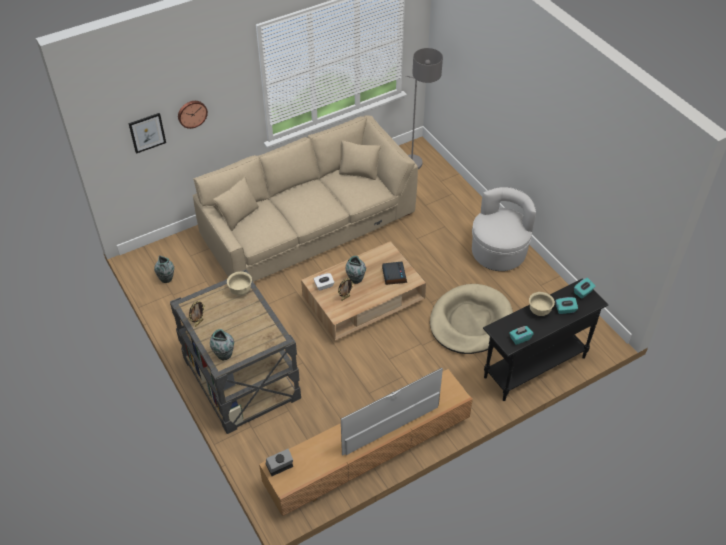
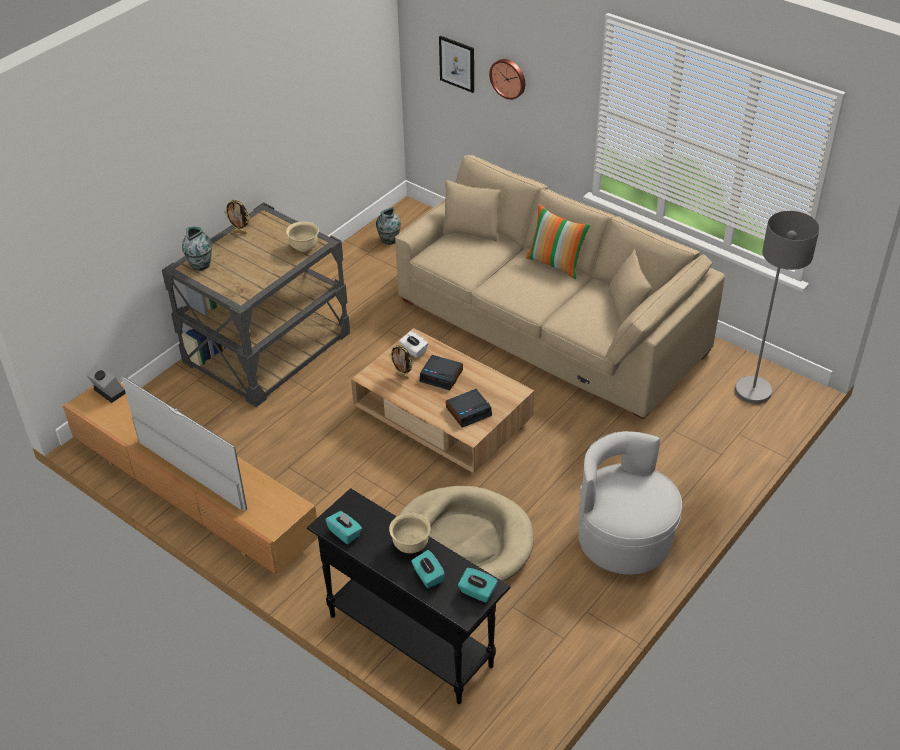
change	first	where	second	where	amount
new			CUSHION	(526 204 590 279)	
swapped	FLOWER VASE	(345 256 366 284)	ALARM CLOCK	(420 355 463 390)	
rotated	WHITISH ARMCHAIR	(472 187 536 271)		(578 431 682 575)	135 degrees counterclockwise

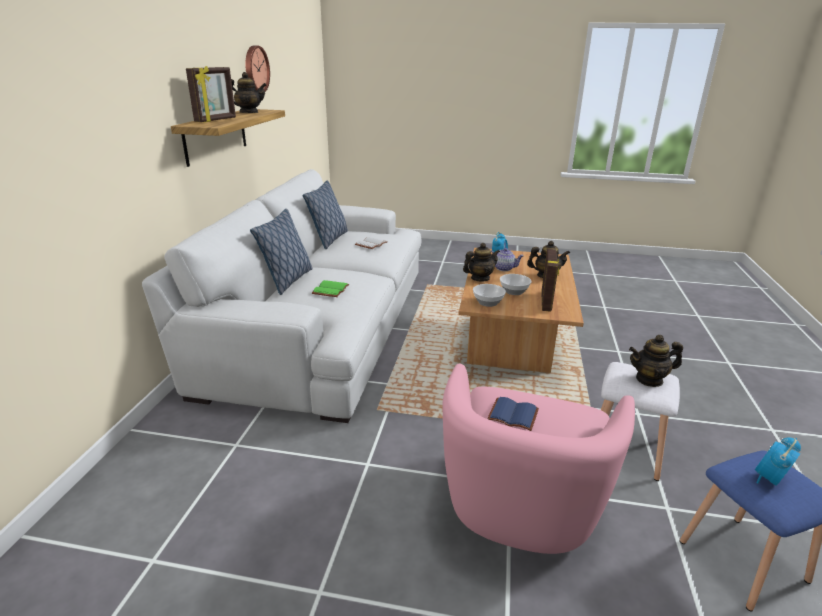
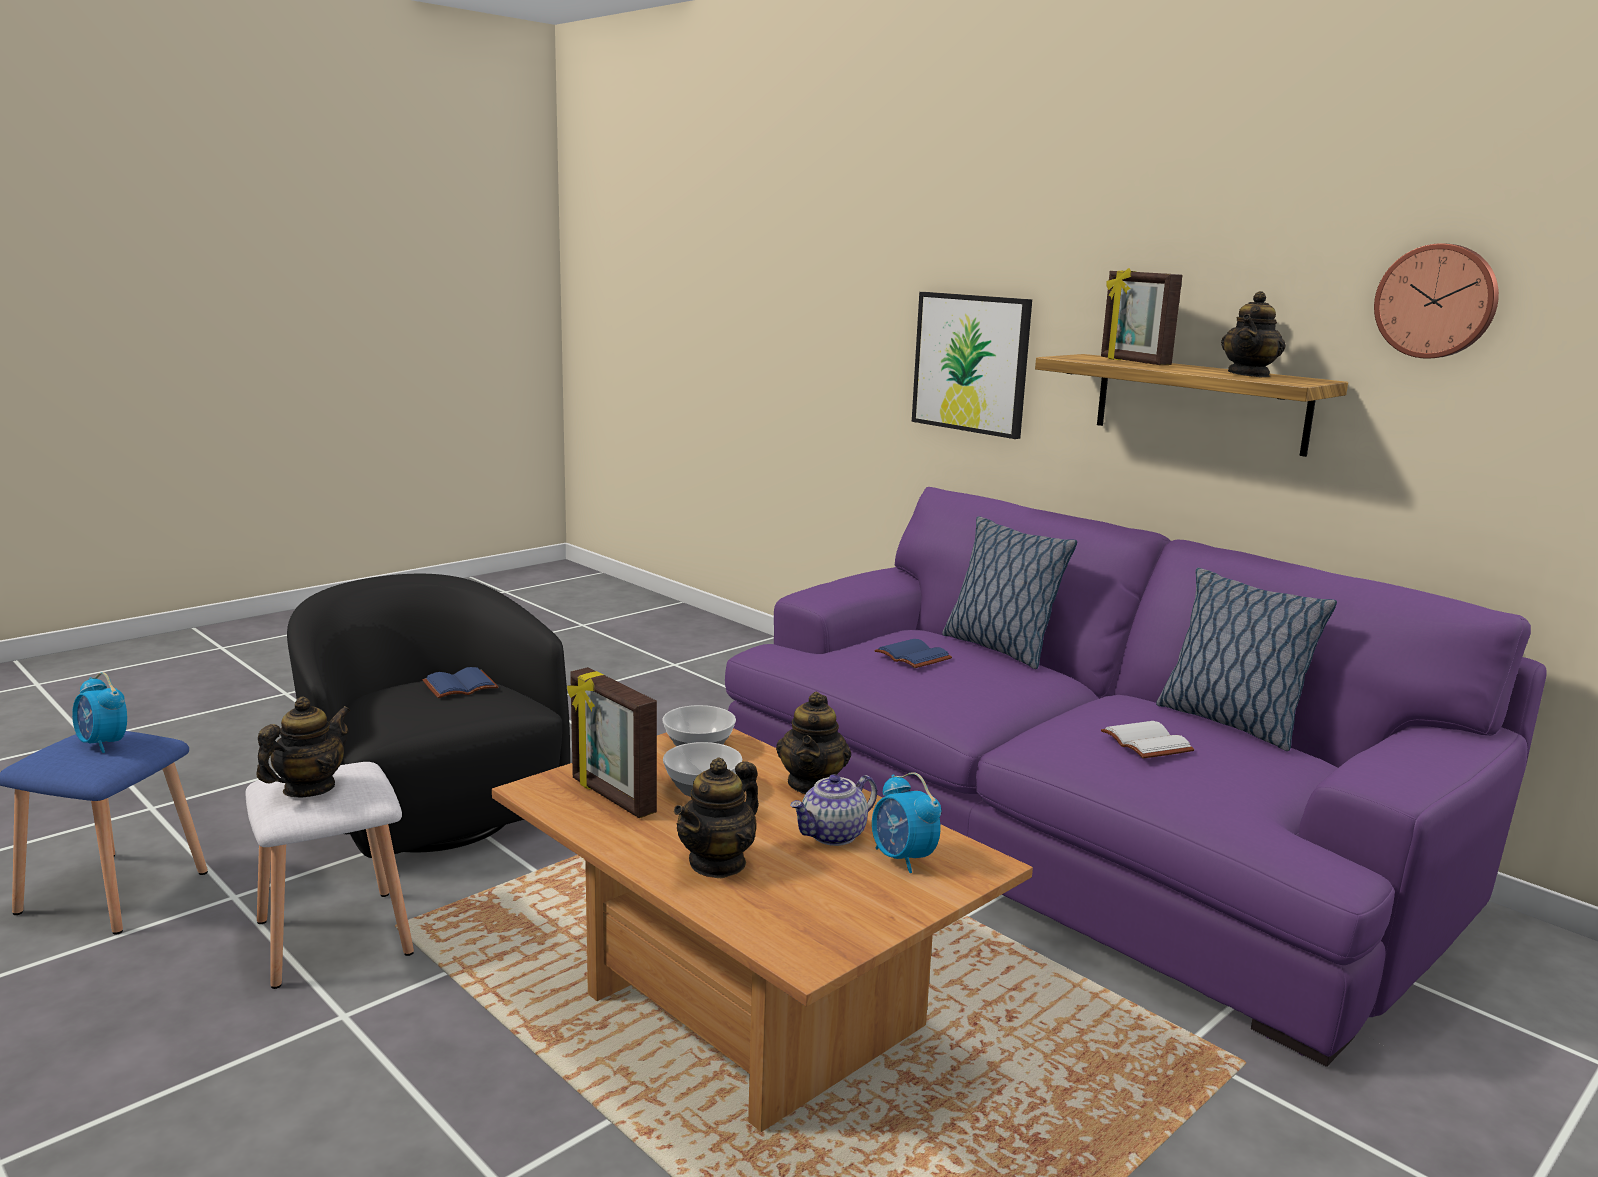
change	first	where	second	where	amount
new			WALL PICTURE	(912 292 1032 439)	
repainted	WHITISH SETTEE	(142 169 421 423)	PURPLE-COLOURED SETTEE	(725 487 1547 1067)	
repainted	GREEN-COLOURED VOLUME	(312 280 349 297)	BLUE-COLOURED VOLUME	(874 639 952 668)	
repainted	PINKISH ARMCHAIR	(442 364 635 554)	BLACK-COLOURED ARMCHAIR	(287 574 570 858)	
rotated	ALARM CLOCK	(755 438 801 486)		(72 672 127 753)	135 degrees clockwise

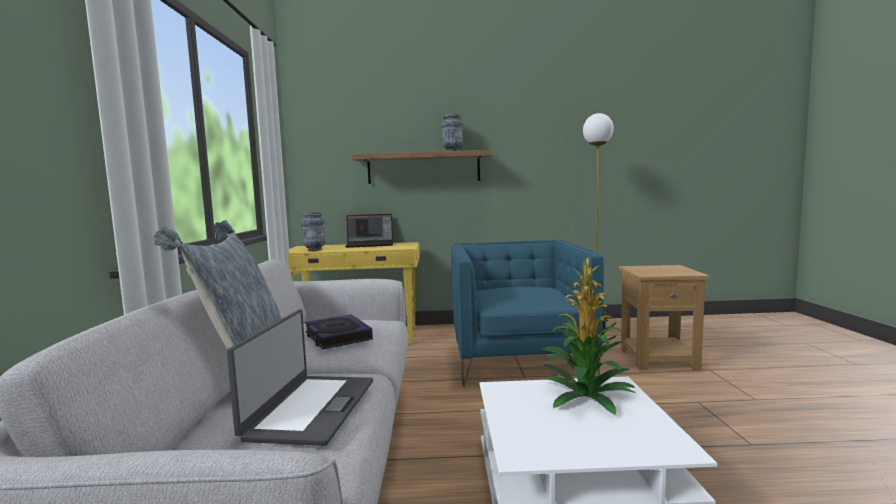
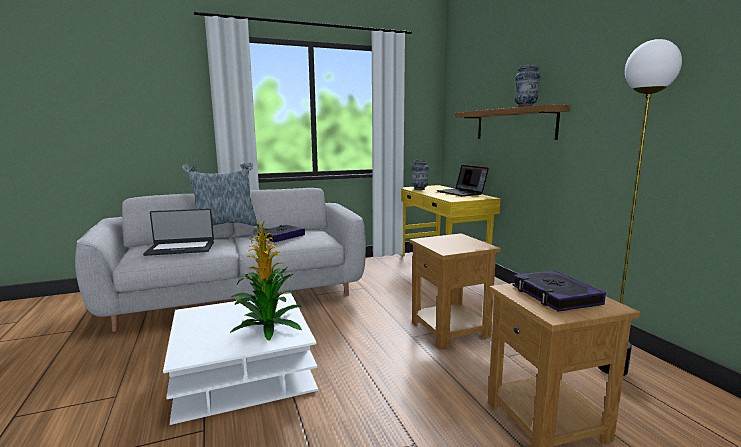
change	first	where	second	where	amount
new			VOLUME	(513 270 606 311)	
swapped	BLUE-COLOURED ARMCHAIR	(451 240 604 387)	BROWNISH SIDE TABLE	(410 233 501 348)	

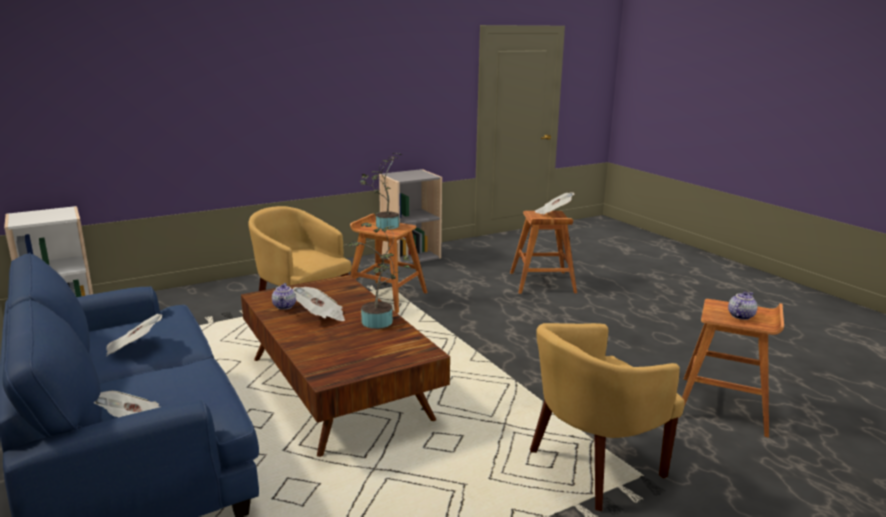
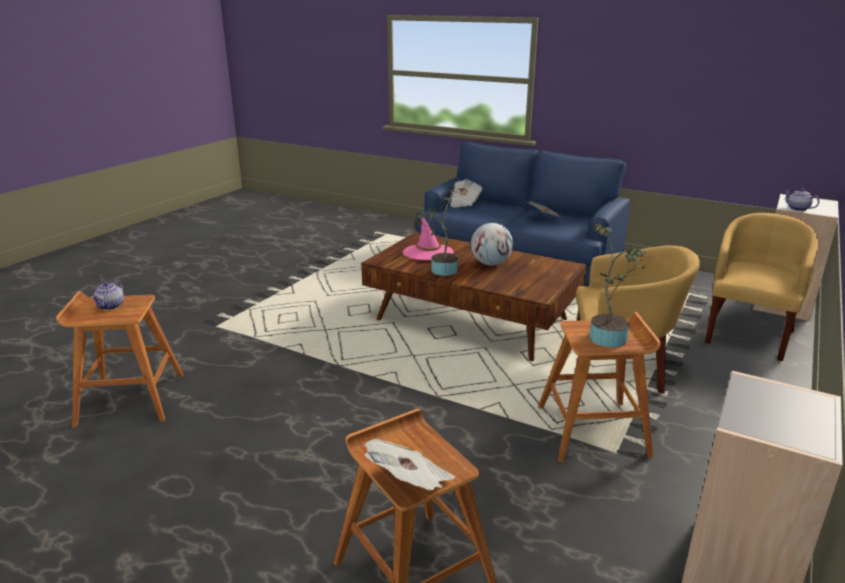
change	first	where	second	where	amount
new			PINKISH WEARABLE HAT	(403 217 454 260)	
shifted	TEAPOT	(272 283 296 310)		(784 189 819 211)	
shifted	YELLOW-COLOURED ARMCHAIR	(530 323 685 511)		(705 213 818 361)	
swapped	PRINTED PAPER	(293 287 345 321)	WORLD GLOBE	(471 223 513 266)	

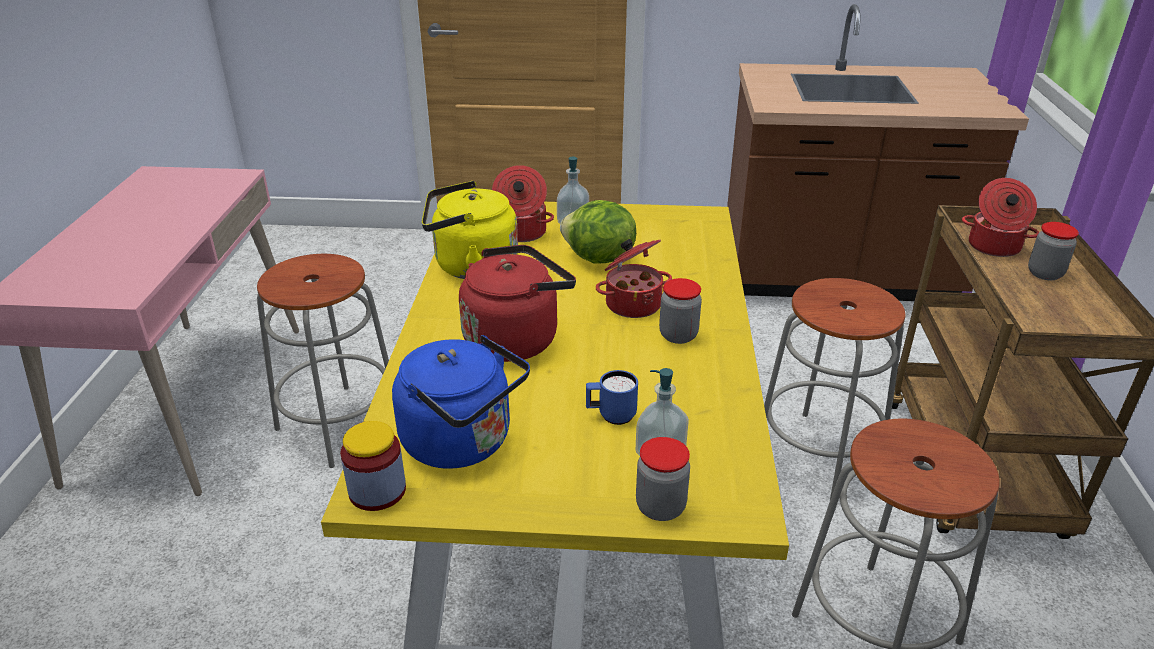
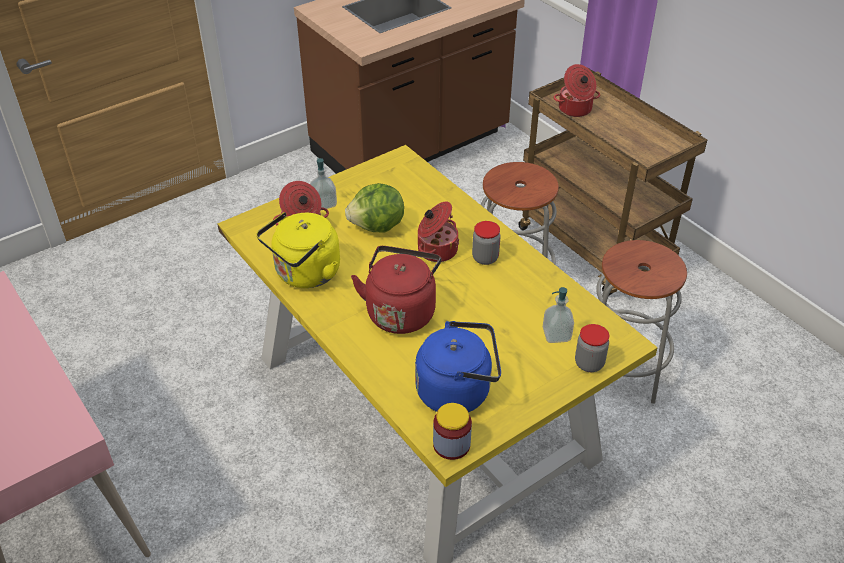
change	first	where	second	where	amount
gone	GREY SITTING STOOL	(257 254 389 468)			
gone	BLUE-COLOURED MUG	(586 370 638 425)			
gone	STORAGE JAR	(1028 222 1079 280)			

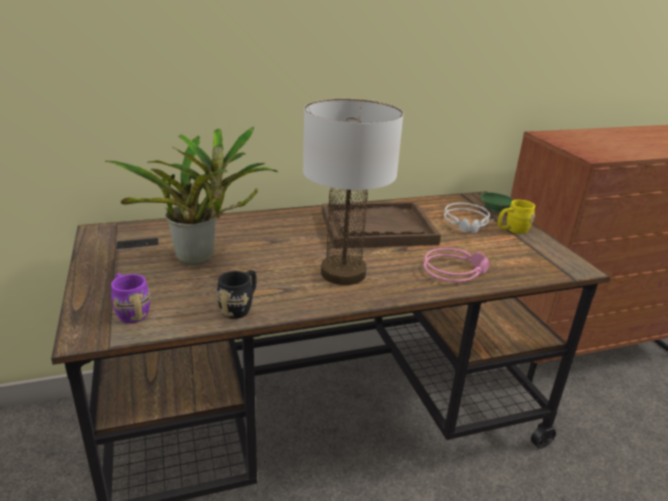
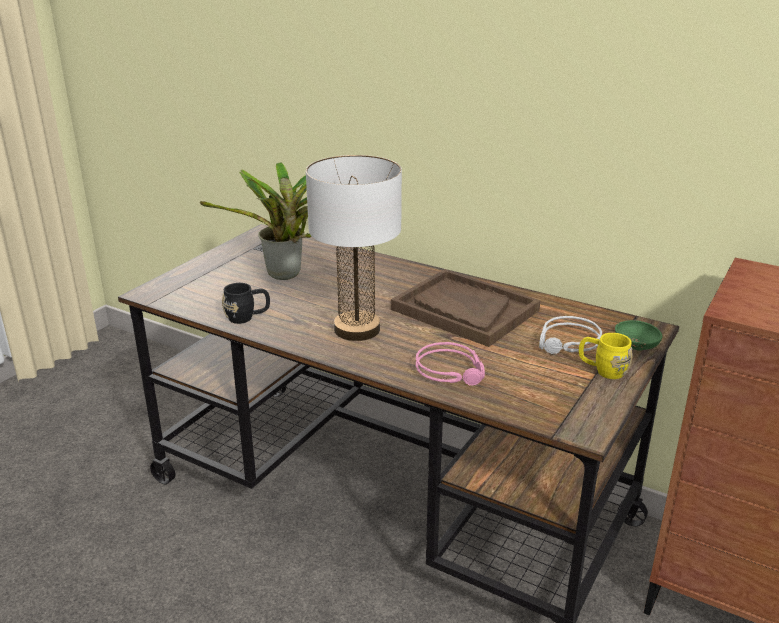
change	first	where	second	where	amount
gone	PURPLE-COLOURED MUG	(111 273 151 323)			

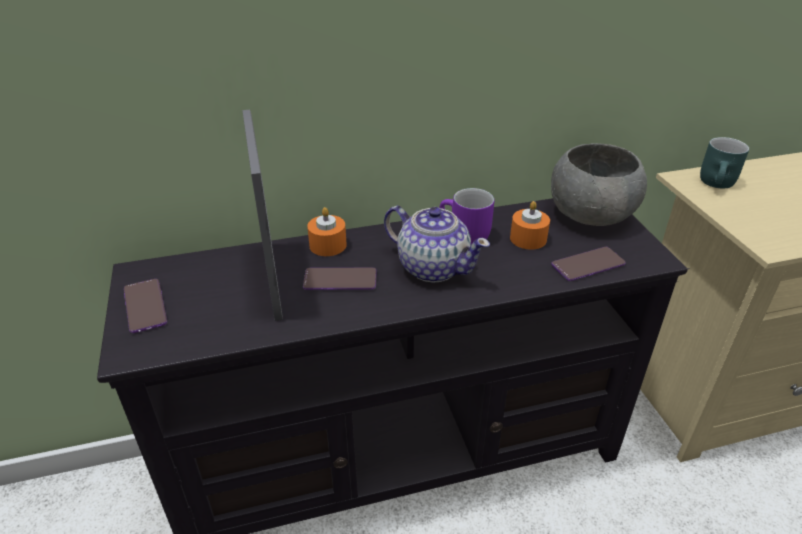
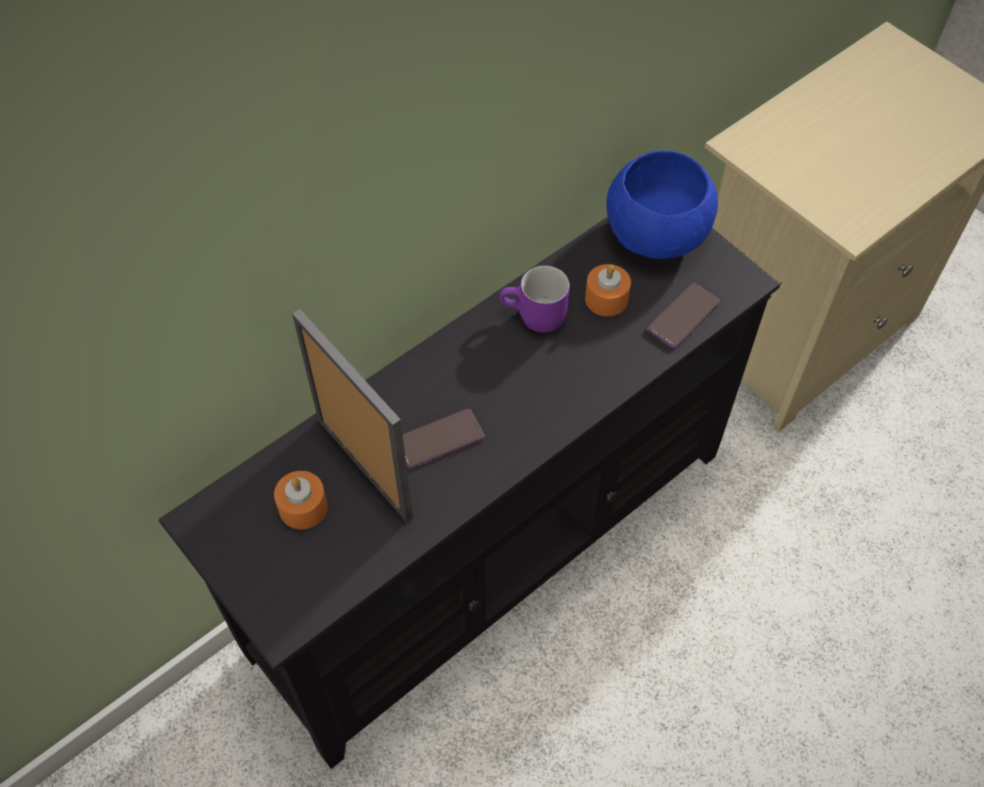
change	first	where	second	where	amount
gone	TELEPHONE	(124 279 167 333)			
gone	TEAPOT	(384 206 490 283)			
gone	TURQUOISE MUG	(700 137 749 189)			
shifted	ORANGE-COLOURED WAX CANDLE	(307 207 347 256)		(274 471 328 529)	
repainted	GREY BOWL	(551 143 647 226)	BLUE-COLOURED BOWL	(606 150 718 259)	

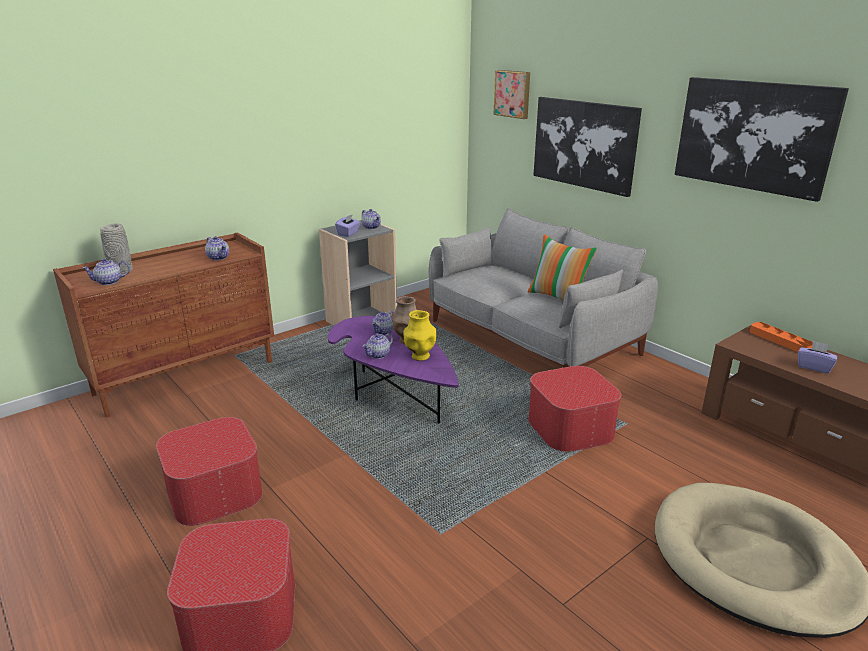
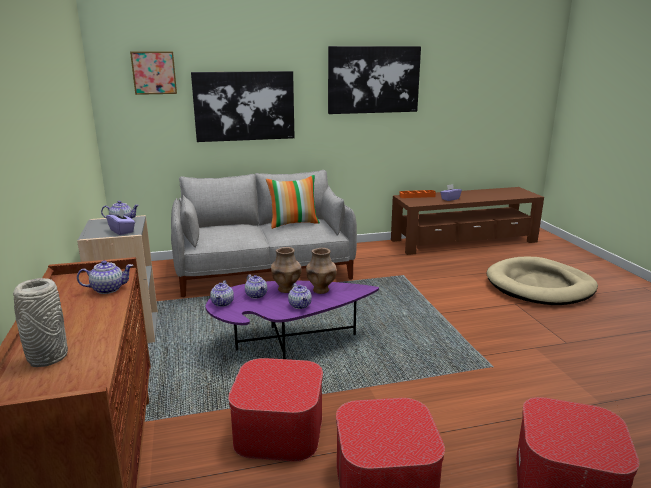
change	first	where	second	where	amount
shifted	TEAPOT	(82 259 130 285)		(210 280 234 307)	
shifted	FOOTREST	(529 366 621 452)		(228 358 323 462)	
repainted	YELLOW-COLOURED FLOWER VASE	(403 310 437 361)	BROWNISH FLOWER VASE	(306 248 337 294)	

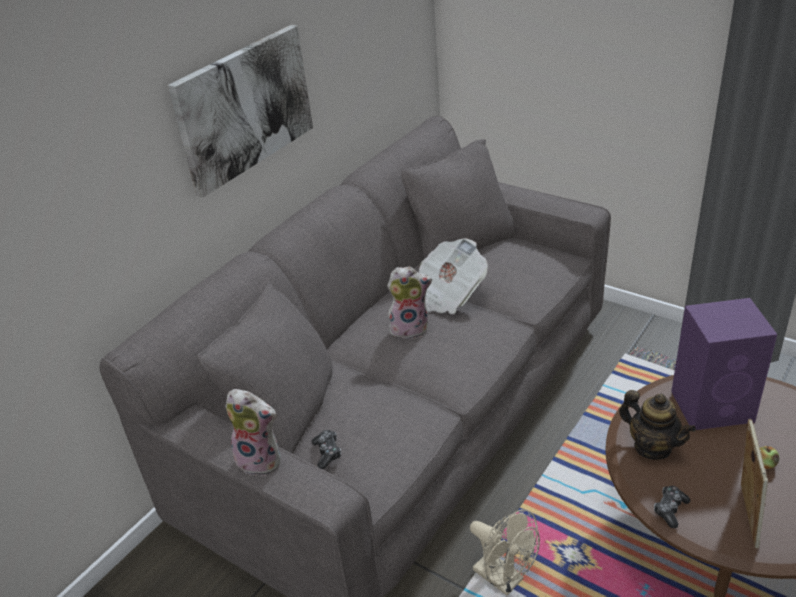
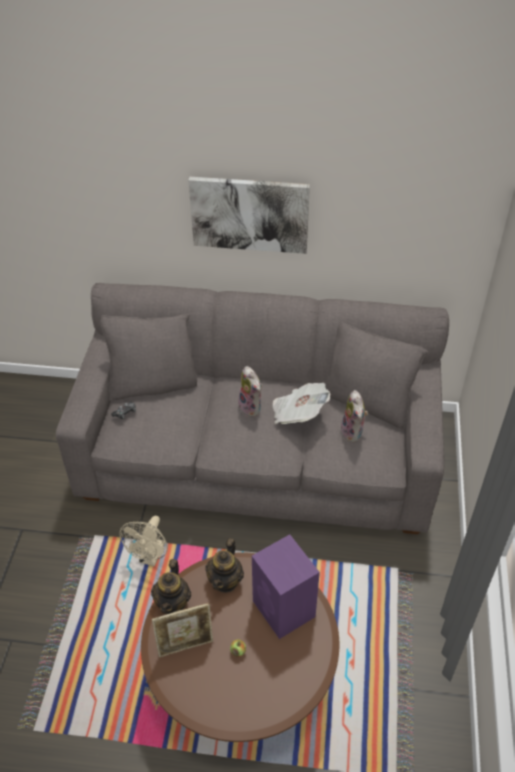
change	first	where	second	where	amount
shifted	SOFT TOY	(225 389 281 476)		(341 390 368 442)	
swapped	GAMEPAD	(654 486 690 528)	TEAPOT	(151 559 191 614)	

